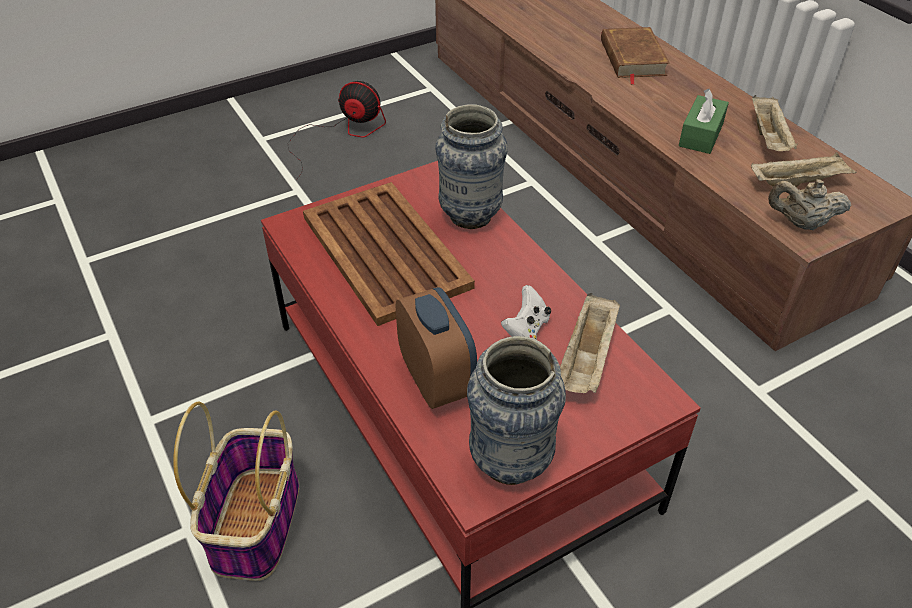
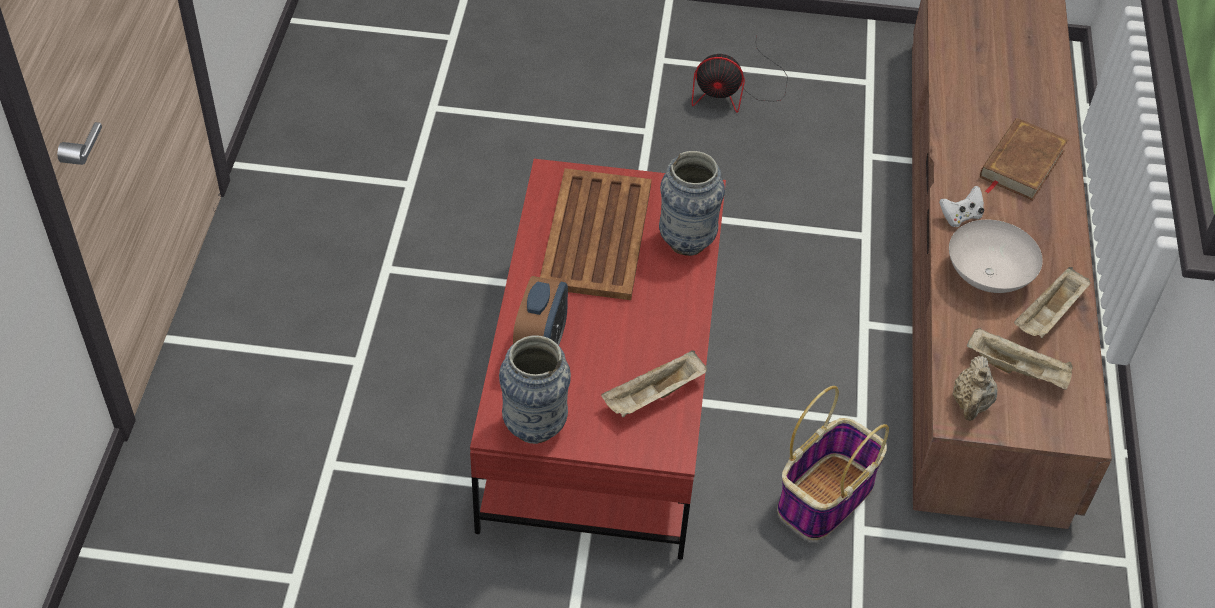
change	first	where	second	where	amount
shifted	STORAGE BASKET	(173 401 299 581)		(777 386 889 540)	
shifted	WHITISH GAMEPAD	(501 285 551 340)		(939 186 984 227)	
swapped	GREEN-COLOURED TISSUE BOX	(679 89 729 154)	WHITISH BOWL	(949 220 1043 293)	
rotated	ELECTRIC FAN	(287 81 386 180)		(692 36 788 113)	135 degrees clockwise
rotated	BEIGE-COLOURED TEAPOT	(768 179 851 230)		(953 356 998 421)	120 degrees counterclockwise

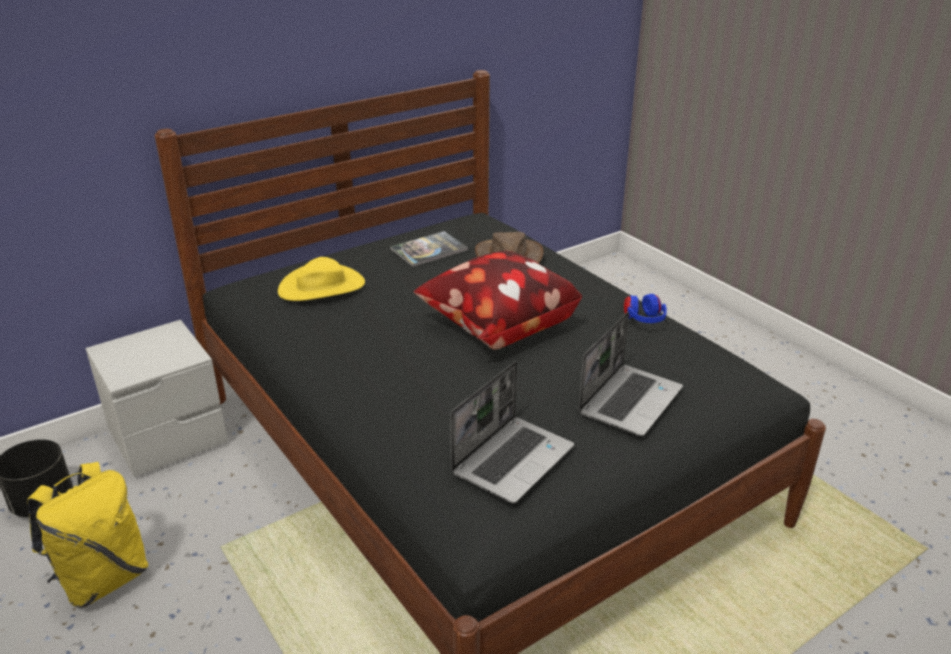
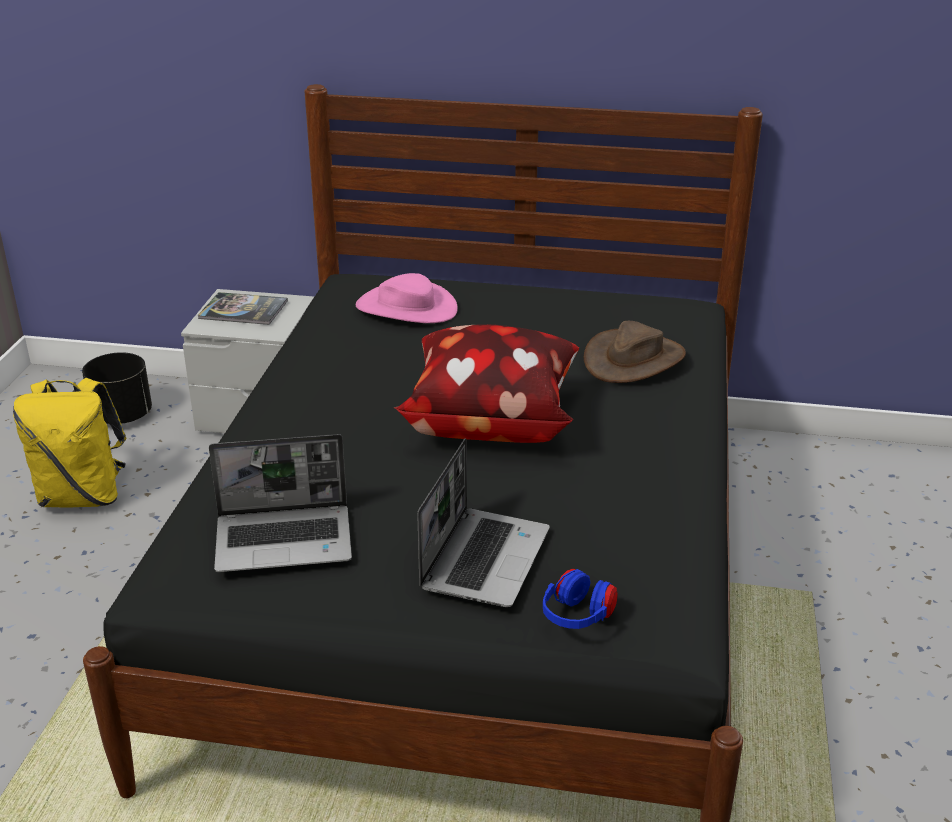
change	first	where	second	where	amount
shifted	VOLUME	(390 231 468 267)		(198 292 288 325)	
shifted	BLUE-COLOURED PAIR OF HEADPHONES	(624 294 667 323)		(543 569 618 629)	
repainted	YELLOW-COLOURED WEARABLE HAT	(278 257 365 301)	PINKISH WEARABLE HAT	(356 273 458 323)	
rotated	NOTEBOOK COMPUTER	(578 312 683 436)		(417 439 550 607)	60 degrees counterclockwise

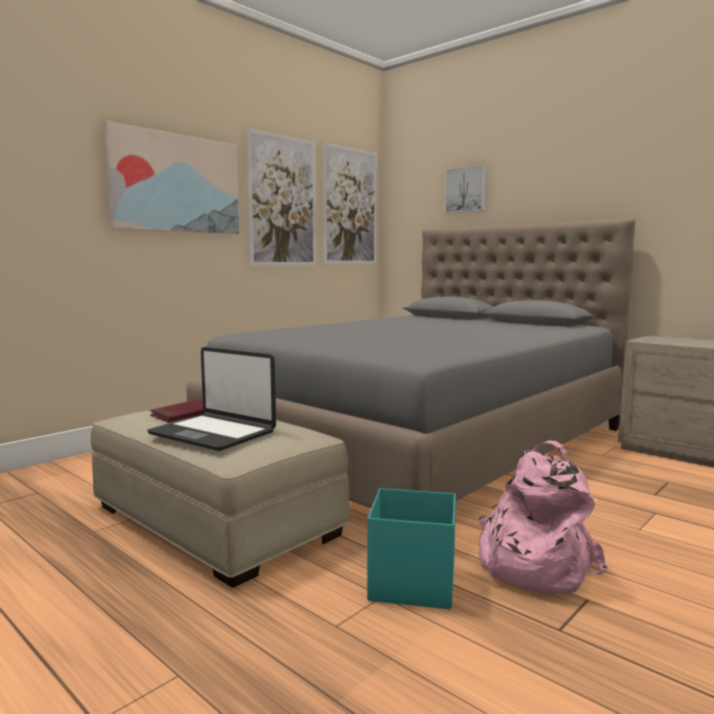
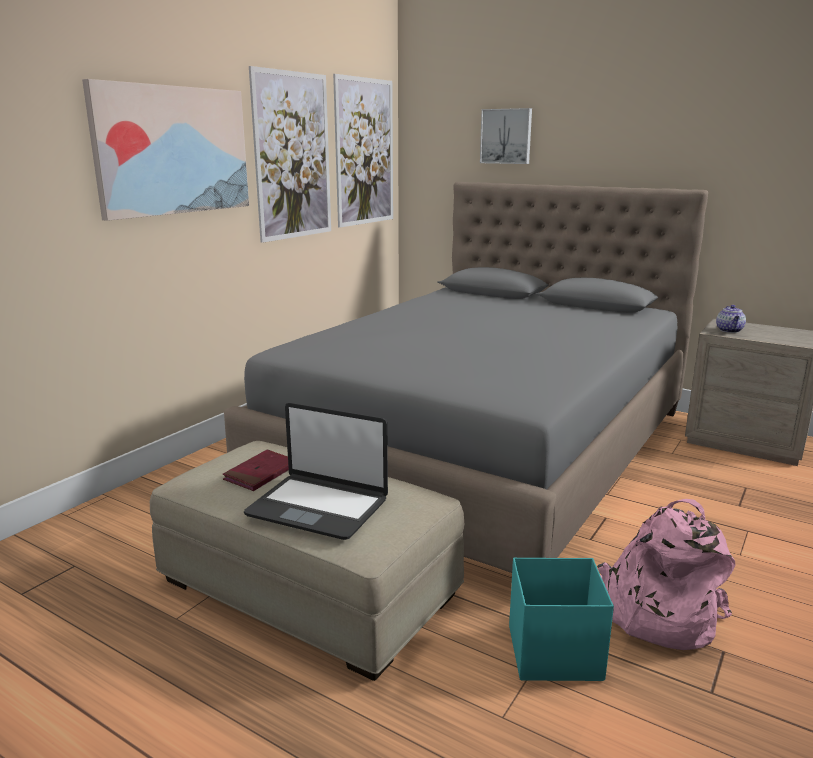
change	first	where	second	where	amount
new			TEAPOT	(716 305 746 333)	

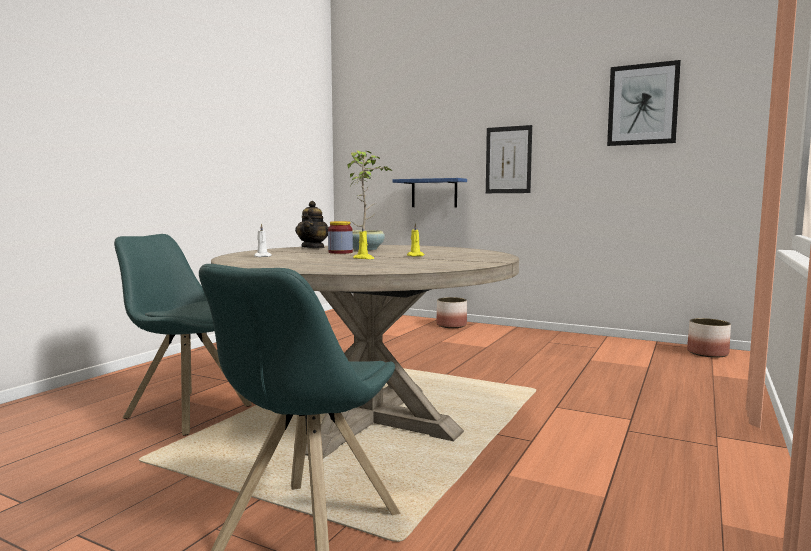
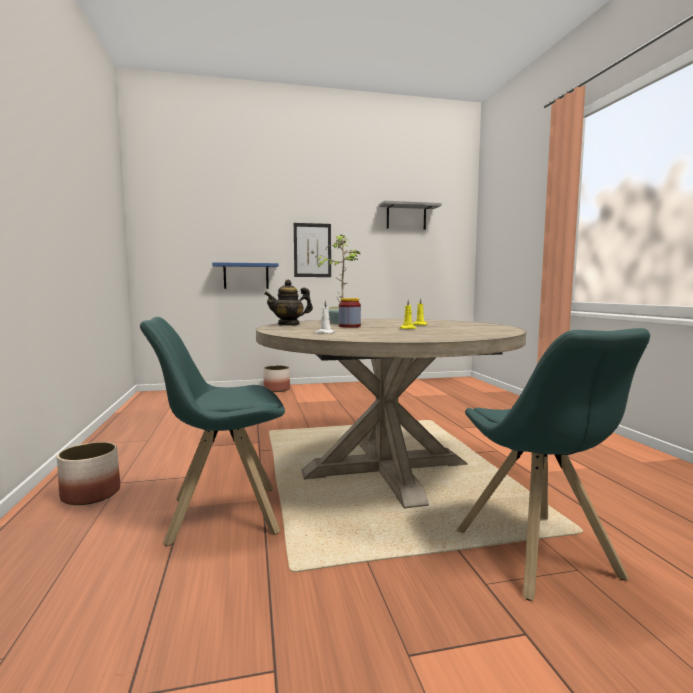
change	first	where	second	where	amount
shifted	PLANT POT	(687 318 731 358)		(57 442 120 505)	
swapped	WALL PICTURE	(607 60 681 146)	GREY WALL SHELF	(379 201 442 230)	
rotated	TEAPOT	(295 201 329 248)		(264 280 313 326)	105 degrees clockwise

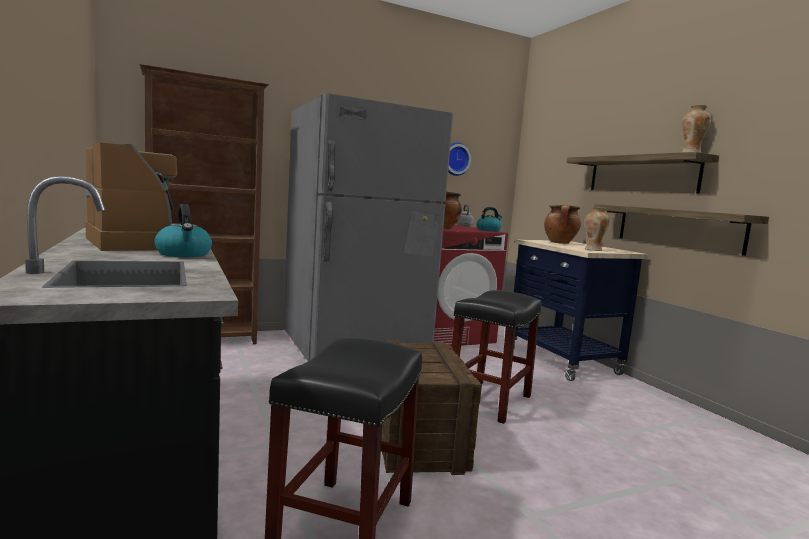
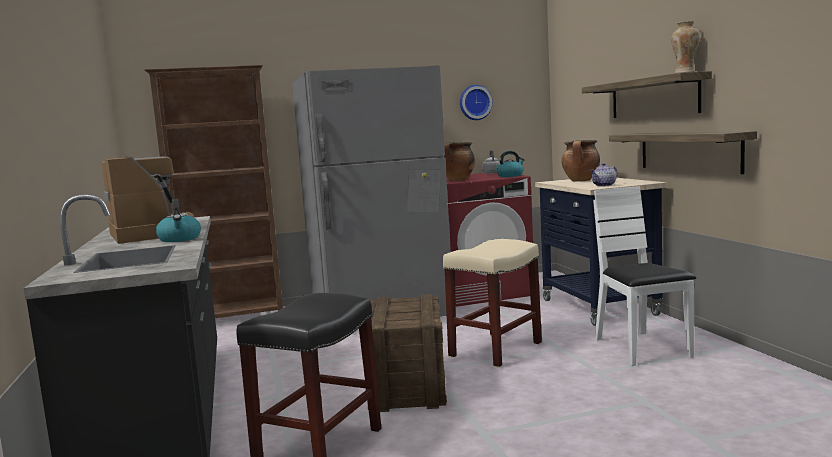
change	first	where	second	where	amount
new			WHITISH PLAIN CHAIR	(593 186 696 366)	
swapped	FLOWER VASE	(585 207 610 251)	TEAPOT	(590 163 618 186)	
repainted	BLACK-COLOURED SITTING STOOL	(452 290 541 424)	BEIGE-COLOURED SITTING STOOL	(443 239 542 368)	

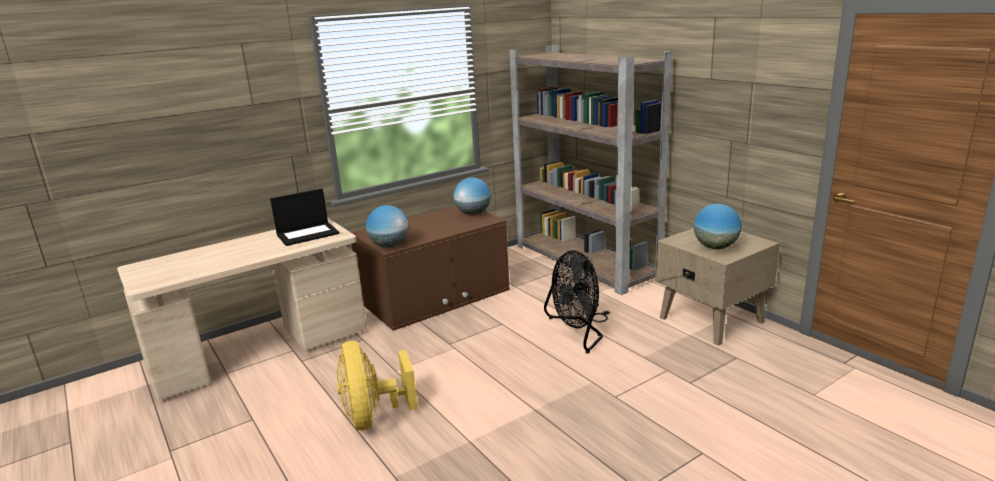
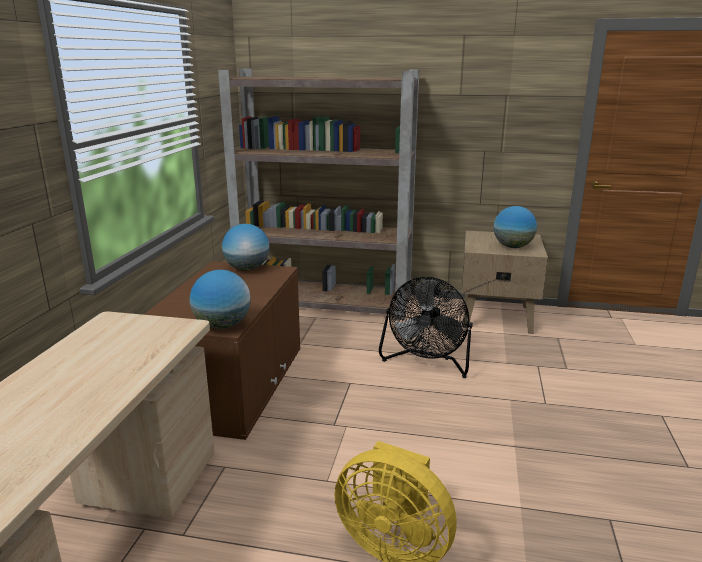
change	first	where	second	where	amount
gone	NOTEBOOK COMPUTER	(270 189 340 246)			

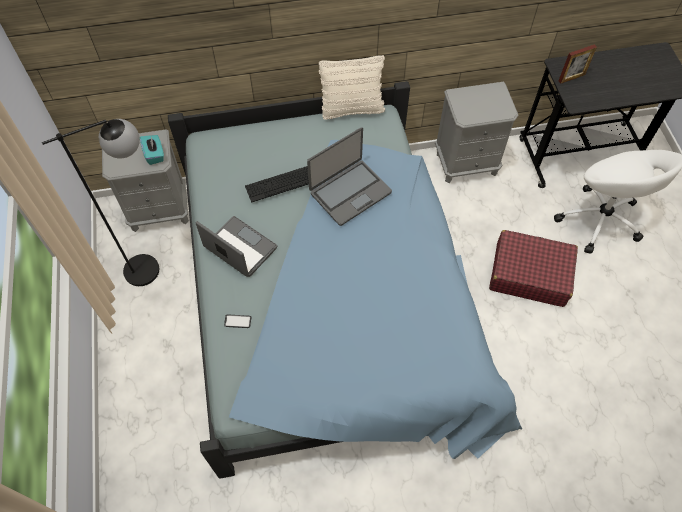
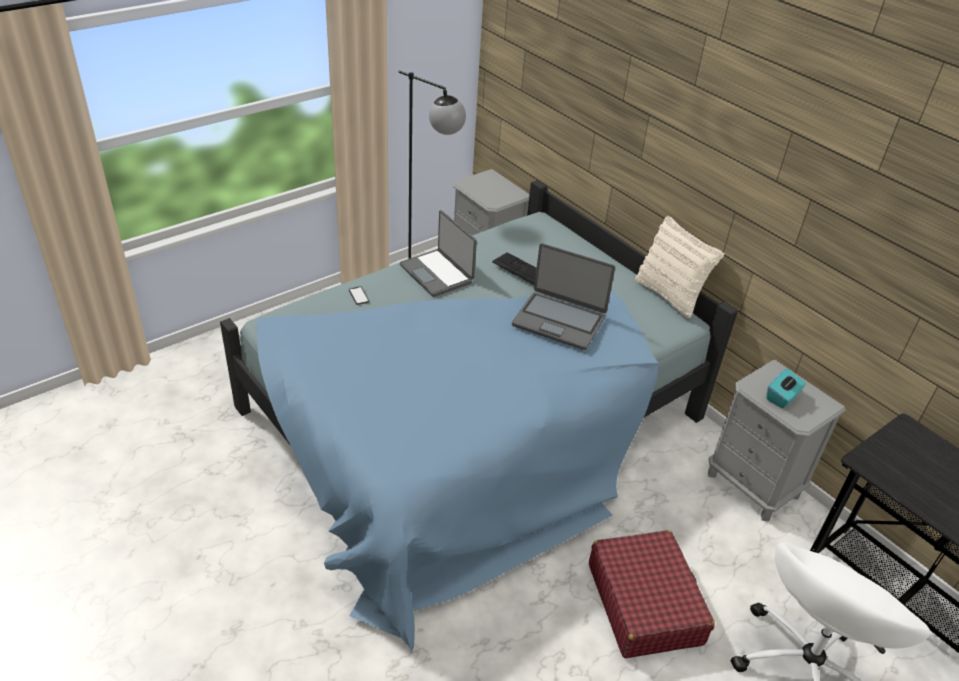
change	first	where	second	where	amount
gone	PHOTO FRAME	(559 44 597 84)			
shifted	TURQUOISE TISSUE BOX	(140 135 164 165)		(767 369 806 409)	
rotated	NOTEBOOK COMPUTER	(196 216 277 277)		(399 210 477 297)	135 degrees clockwise

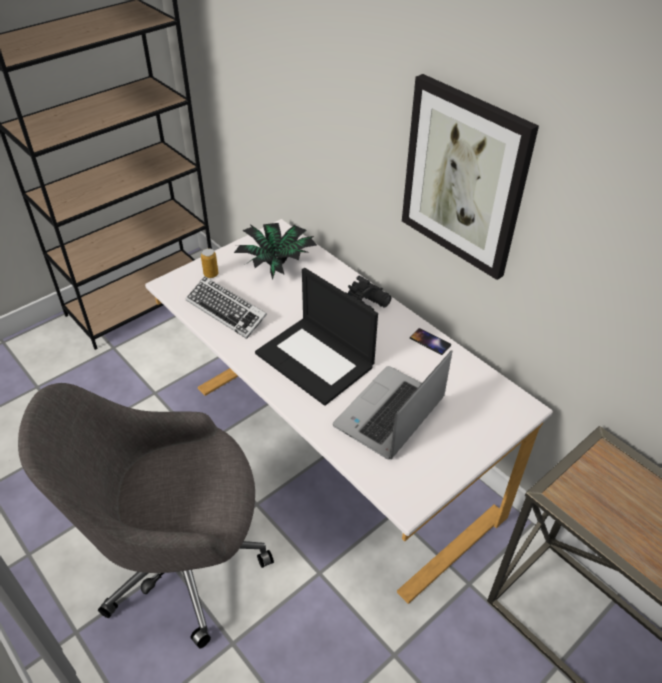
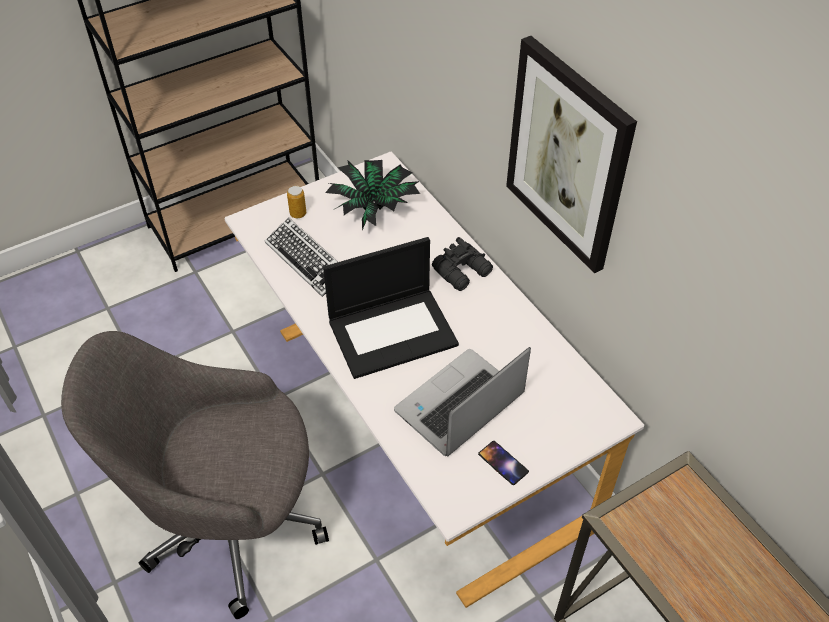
change	first	where	second	where	amount
shifted	TELEPHONE	(410 328 451 355)		(478 441 529 485)	
rotated	NOTEBOOK COMPUTER	(255 268 378 406)		(323 237 459 379)	75 degrees counterclockwise

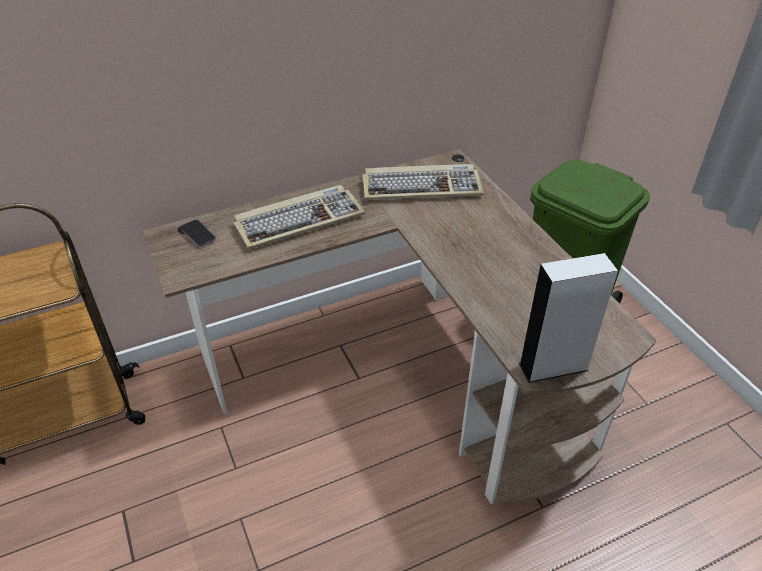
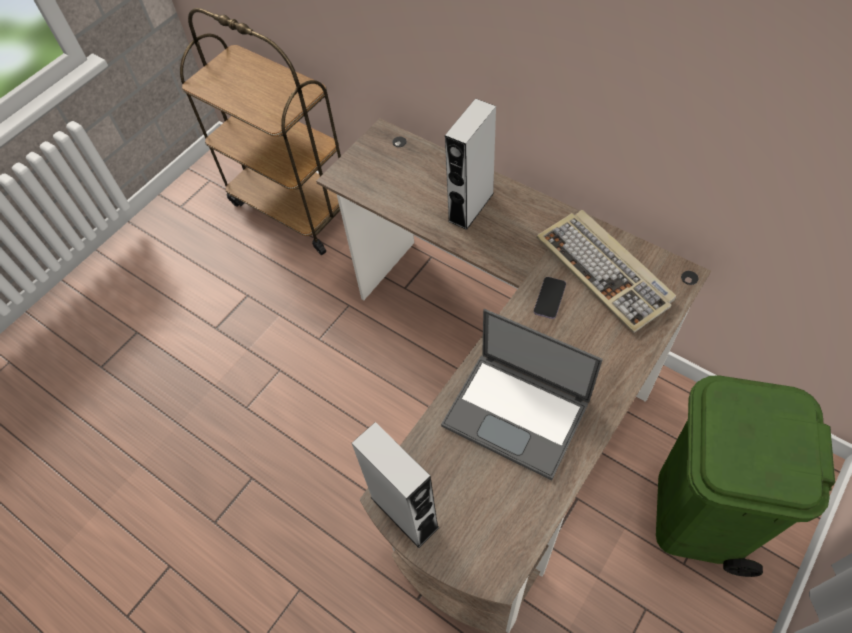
change	first	where	second	where	amount
new			NOTEBOOK COMPUTER	(441 309 603 480)	
shifted	TELEPHONE	(180 220 216 247)		(534 277 566 319)	
swapped	KEYBOARD	(234 185 365 249)	GREY SPEAKER	(445 98 496 230)	

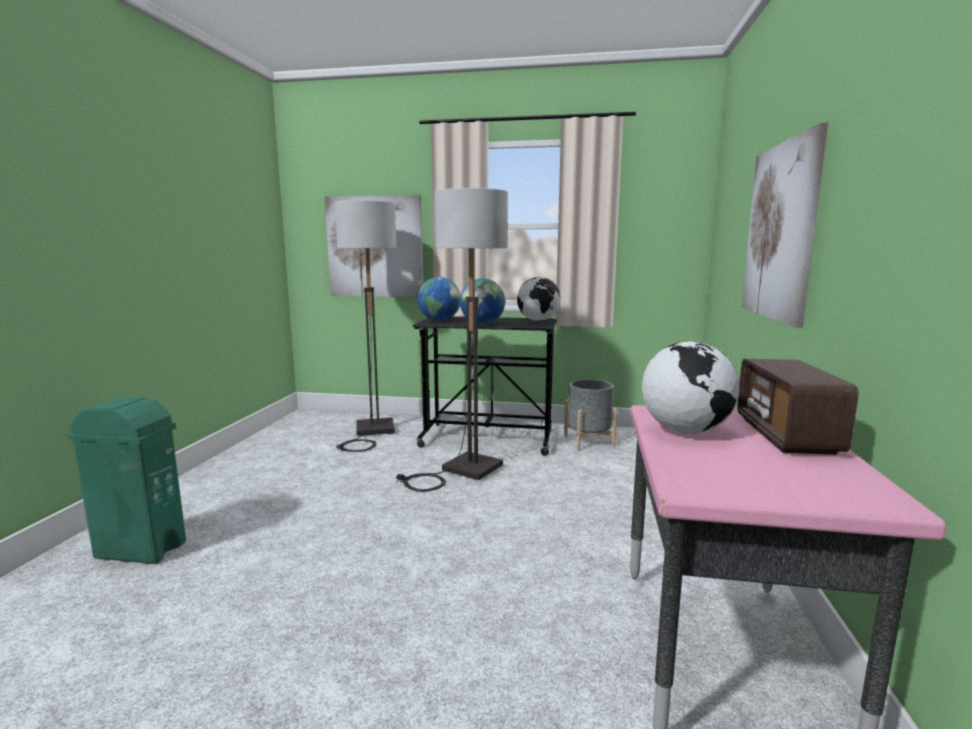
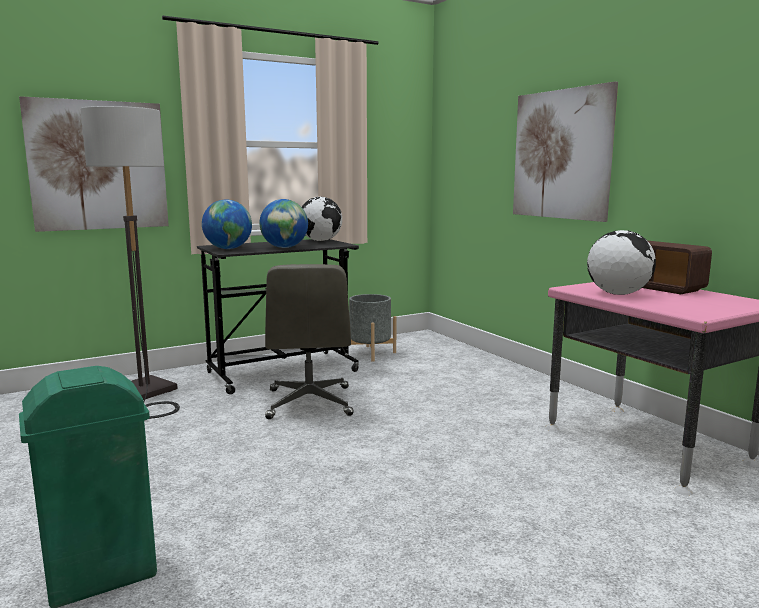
change	first	where	second	where	amount
swapped	STANDING LAMP	(396 188 508 492)	GREY DESK CHAIR	(265 264 354 419)	

